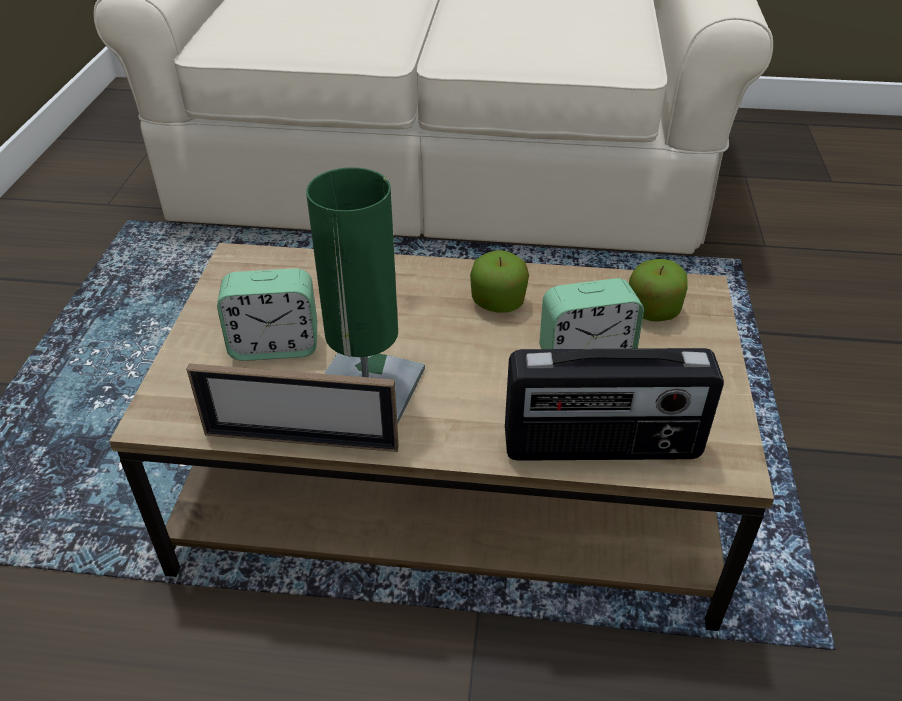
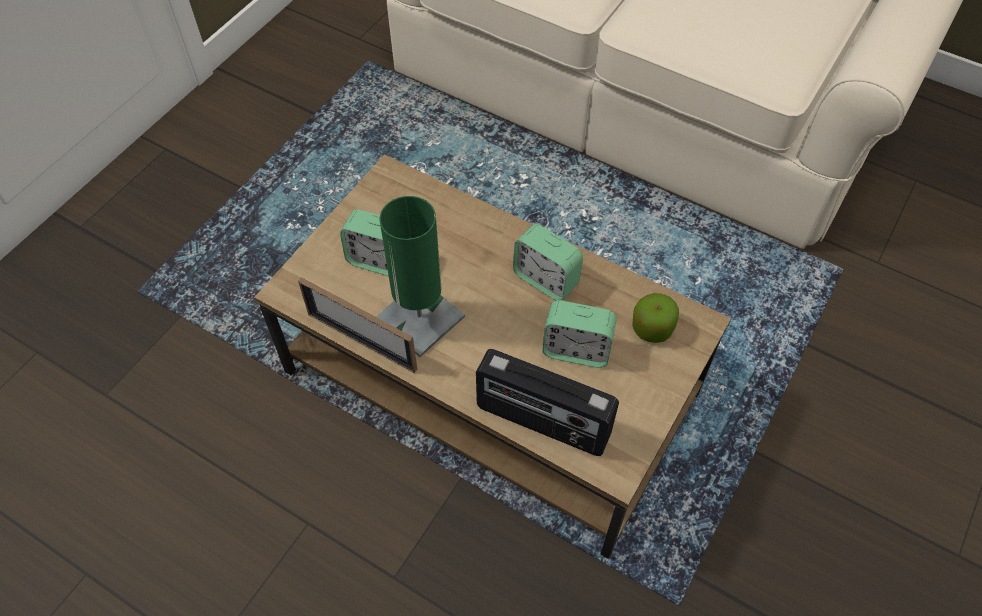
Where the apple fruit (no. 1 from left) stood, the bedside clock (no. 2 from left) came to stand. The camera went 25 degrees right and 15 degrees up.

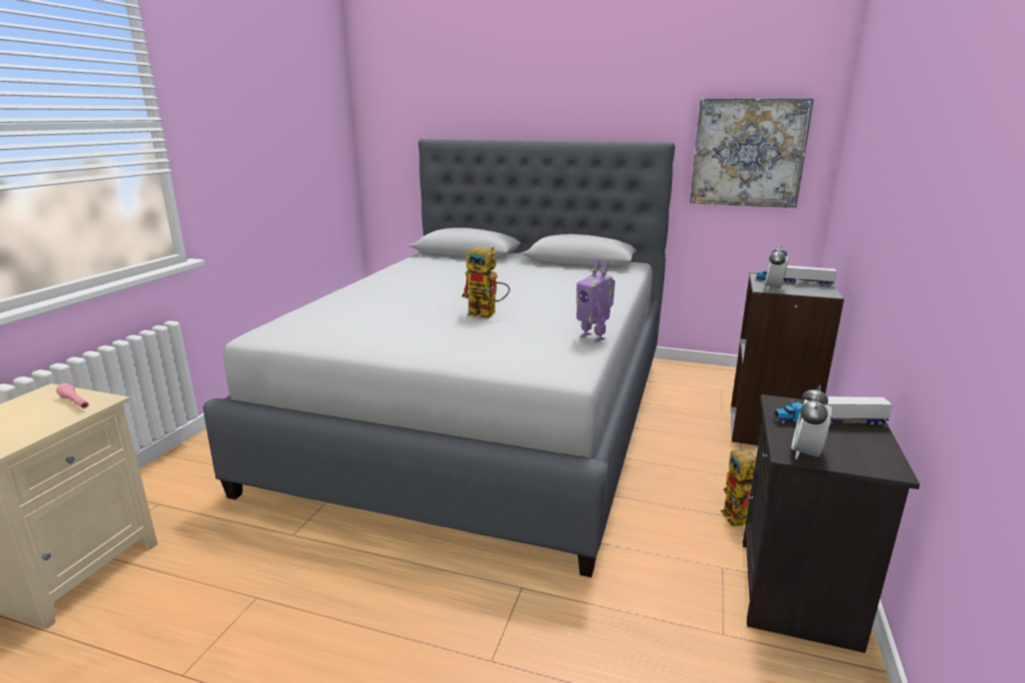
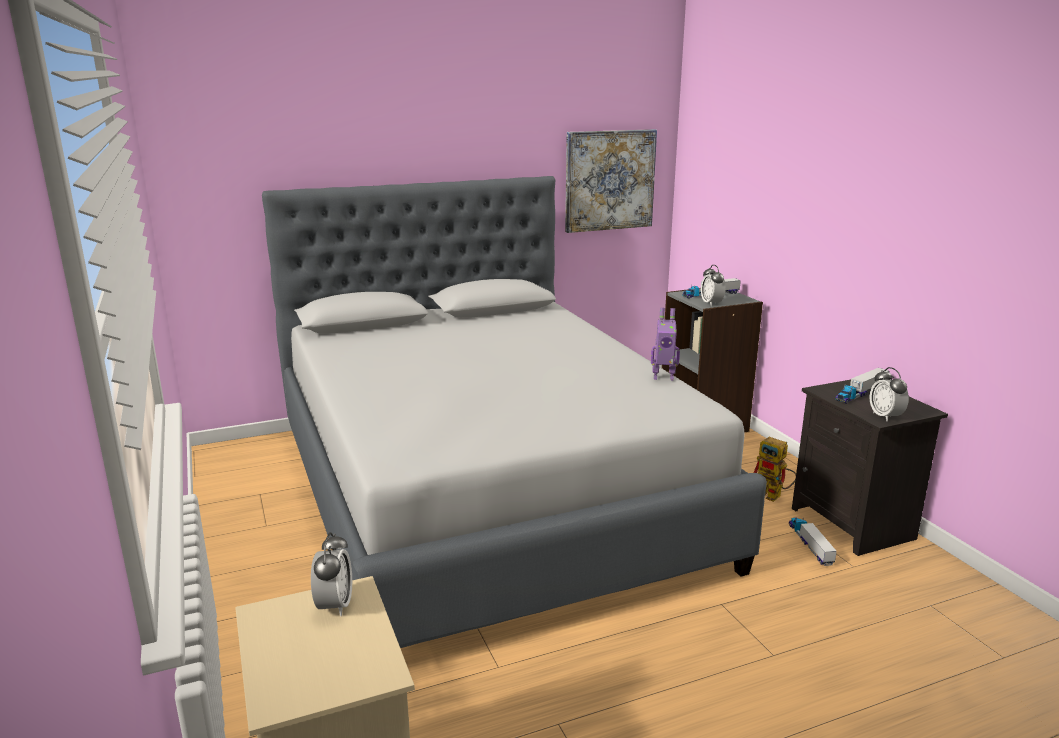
The second view lost the robot figure (no. 1 from left). Where the pink hand torch stood, the bedside clock (no. 1 from left) came to stand. The second view gained the toy lorry (no. 2 from left). The camera went 40 degrees left and 0 degrees up.

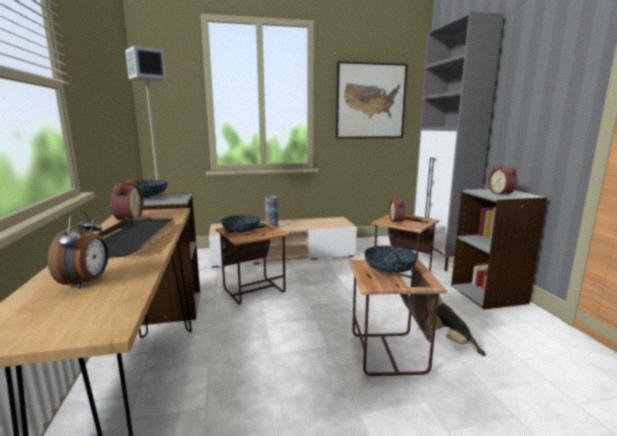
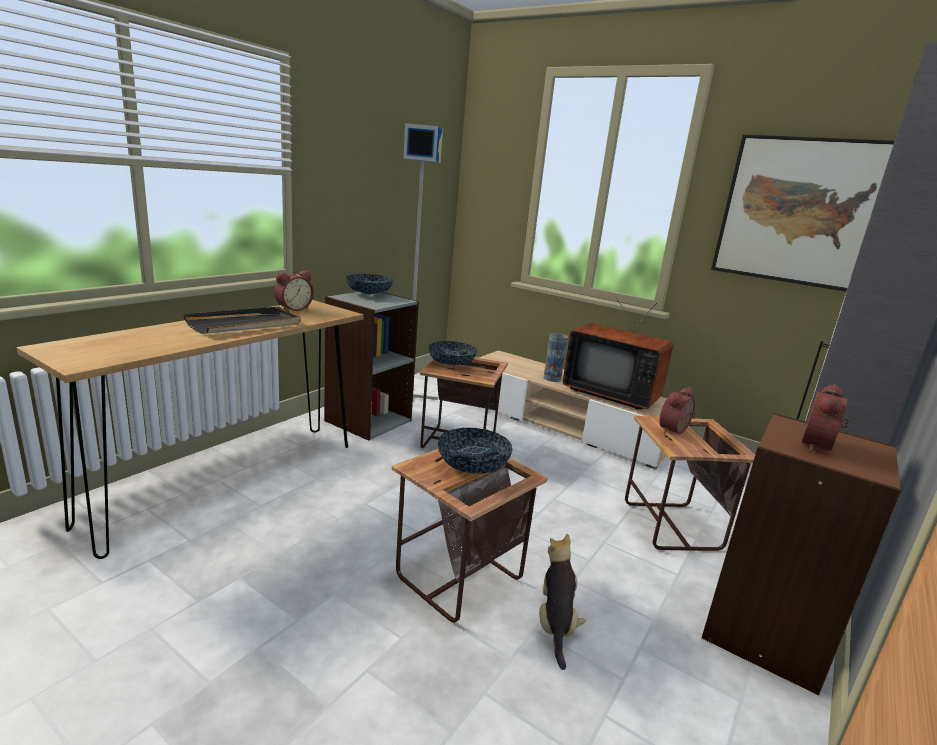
What was the greyish bookcase (no. 2 from left) turned into the brown bookcase. The second view lost the bedside clock (no. 1 from left). The second view gained the TV set. The camera went 45 degrees right and 5 degrees up.

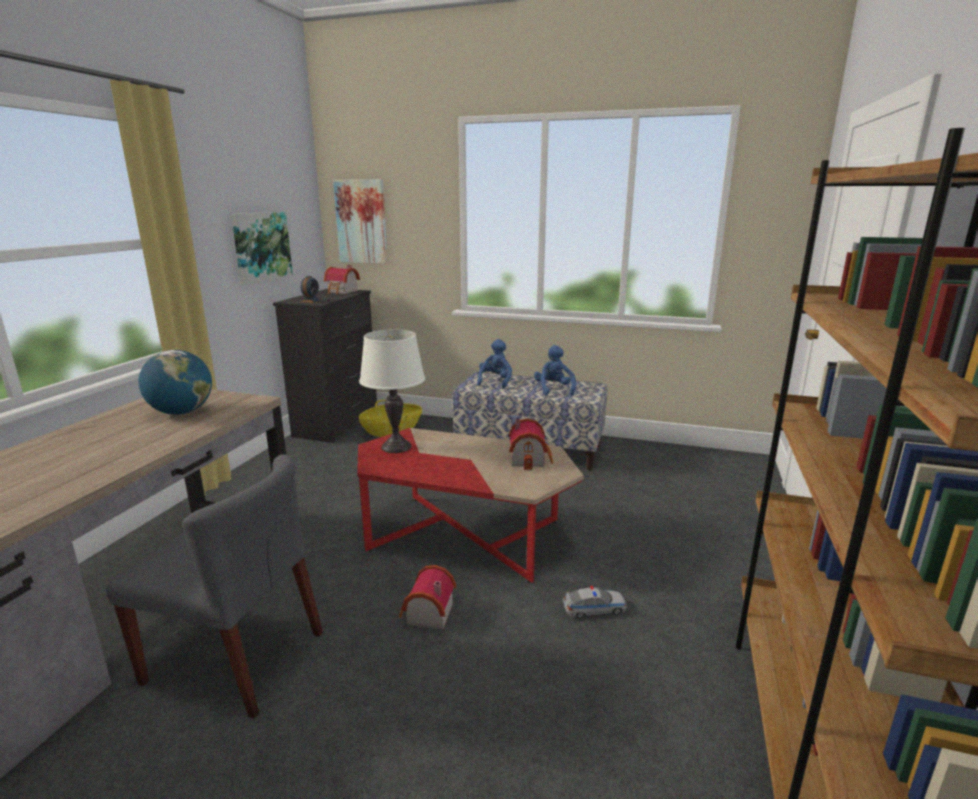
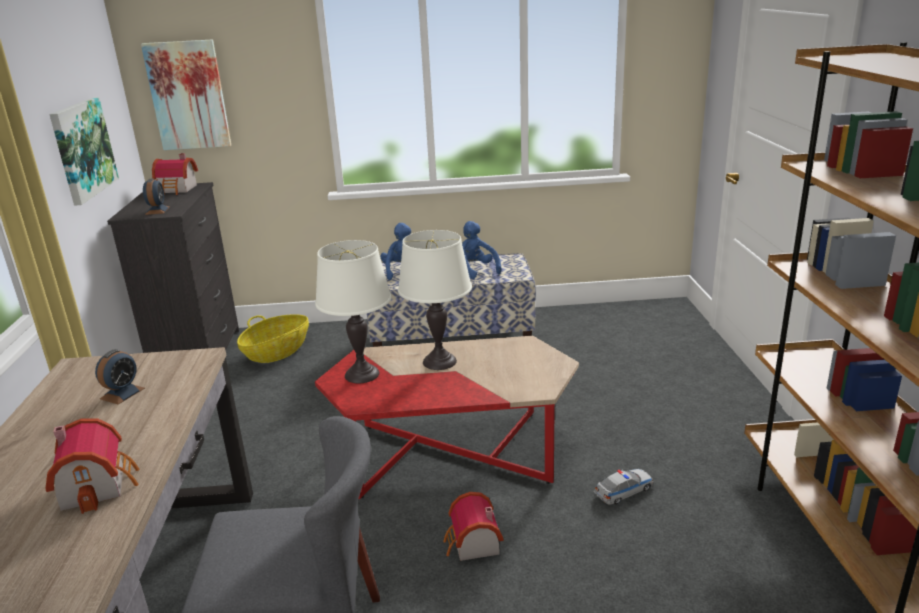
Where the globe stood, the bedside clock (no. 1 from left) came to stand. The model house (no. 3 from left in the first image) ended up elsewhere. The second view gained the white-coloured table lamp (no. 2 from left). The camera went 20 degrees left and 5 degrees up.

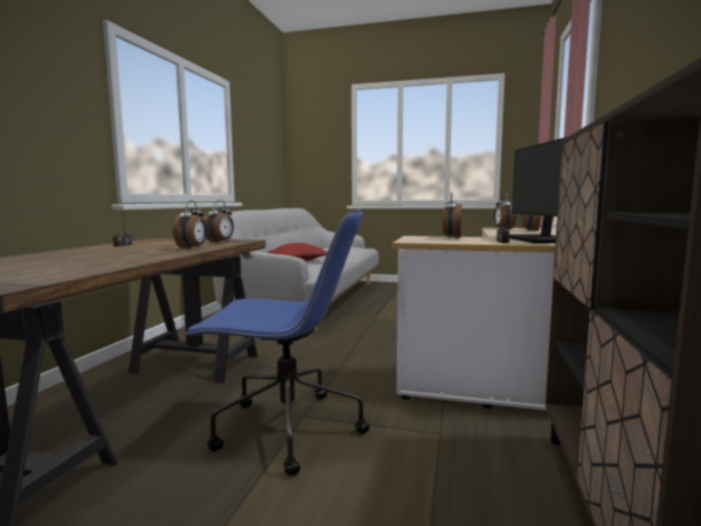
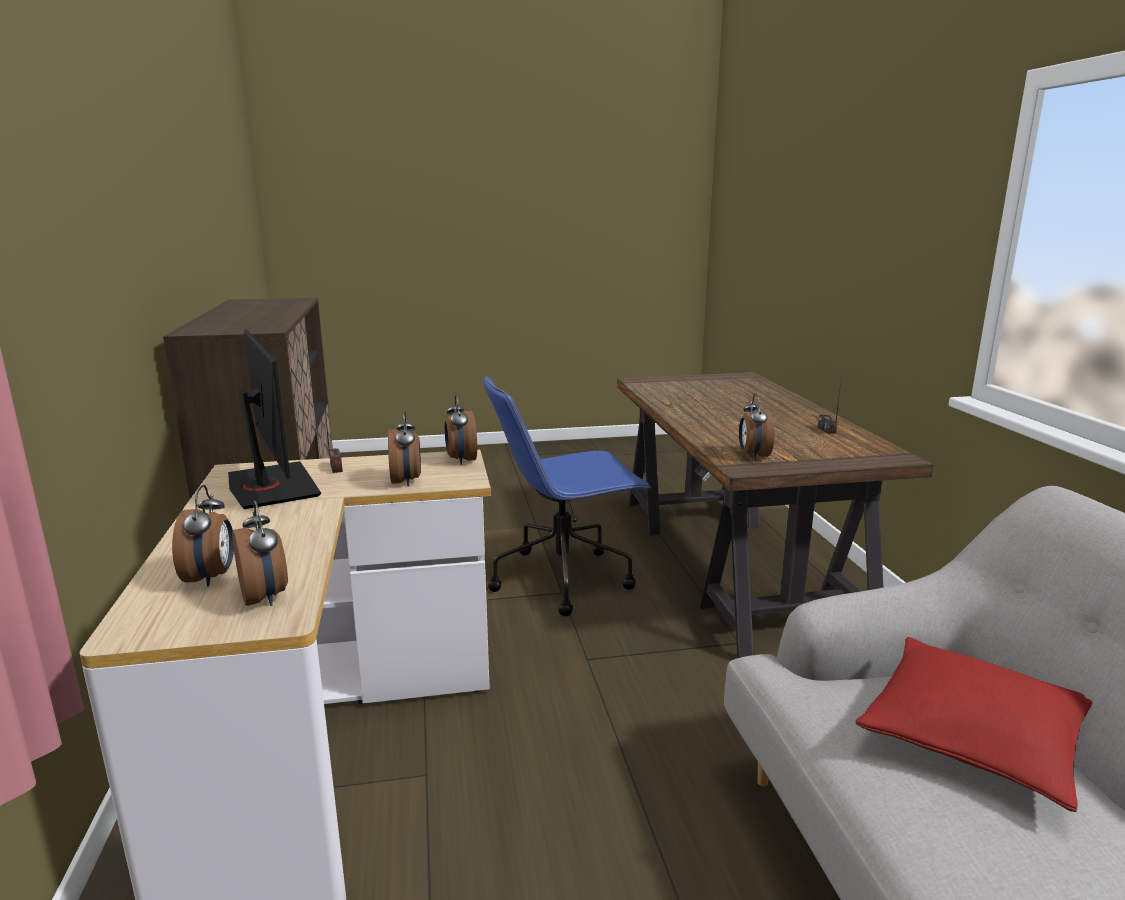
The bedside clock (no. 1 from left in the first image) ended up elsewhere. The camera went 155 degrees right and 10 degrees up.

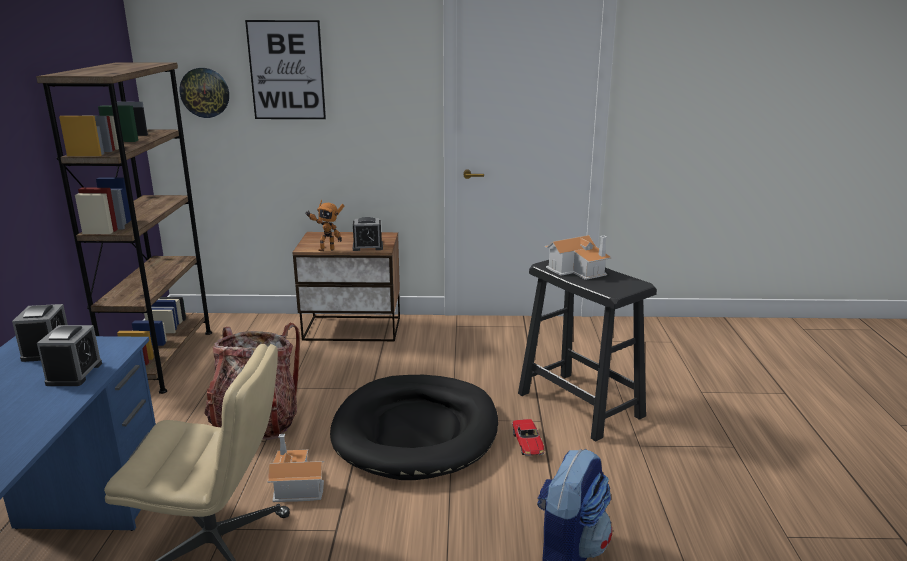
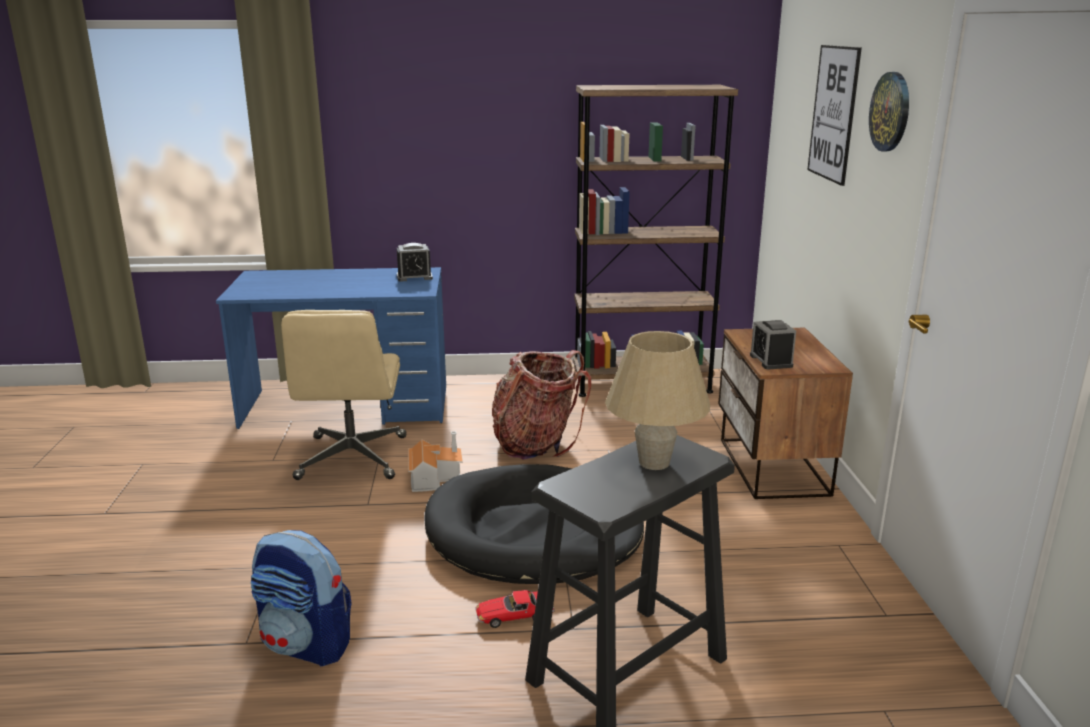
The hanging clock ended up elsewhere. The second view lost the robot figure. Where the model house (no. 2 from left) stood, the beige table lamp came to stand. The second view lost the bedside clock (no. 2 from left). The camera went 85 degrees right and 0 degrees up.

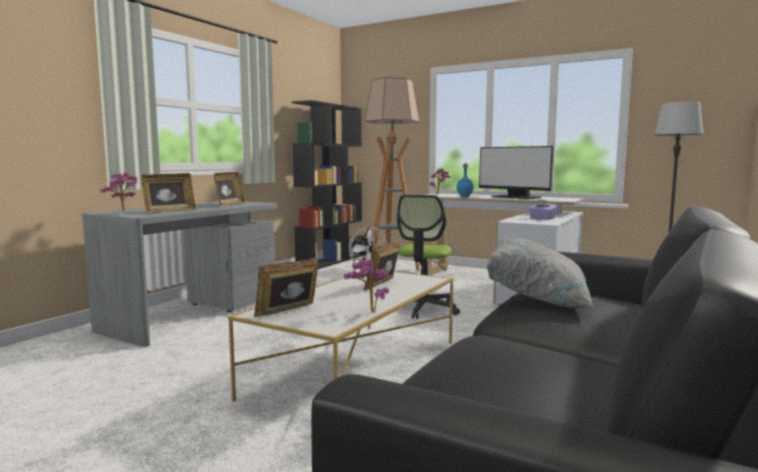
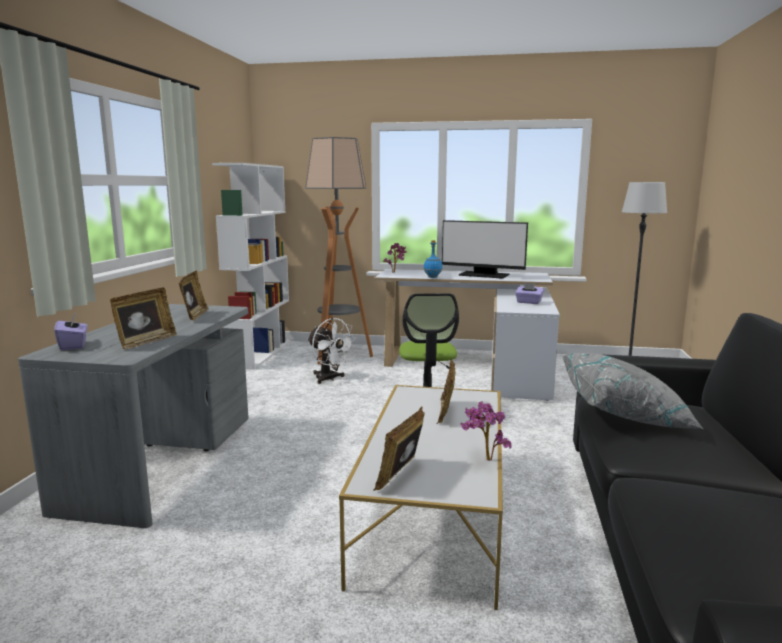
What was the blackish bookcase turned into the white-coloured bookcase. Where the plant in a pot (no. 1 from left) stood, the purplish tissue box (no. 1 from left) came to stand. The camera went 20 degrees left and 5 degrees up.

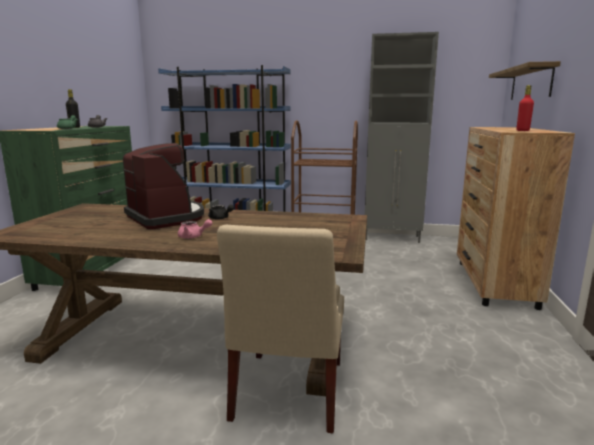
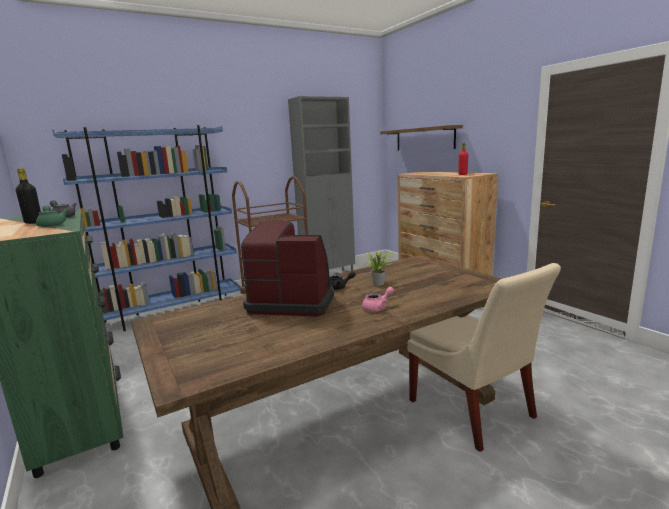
The second view gained the plant in a pot. The camera went 40 degrees left and 0 degrees up.

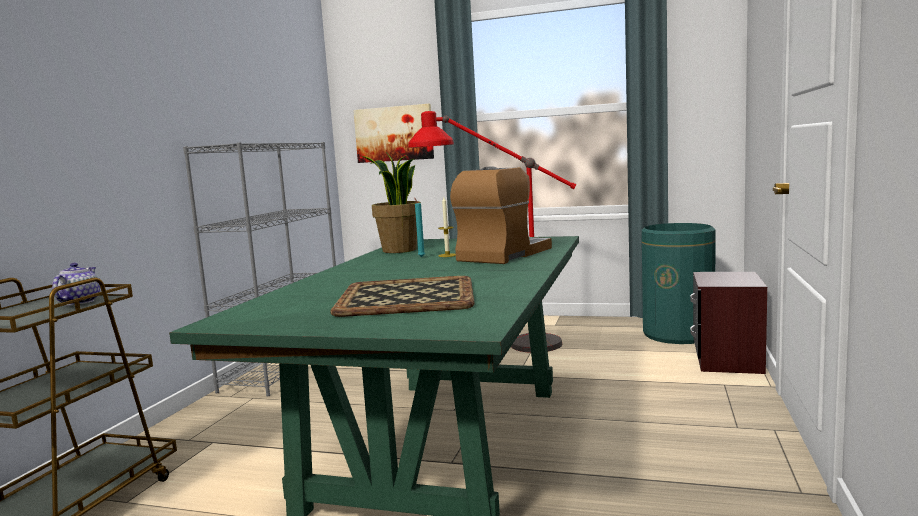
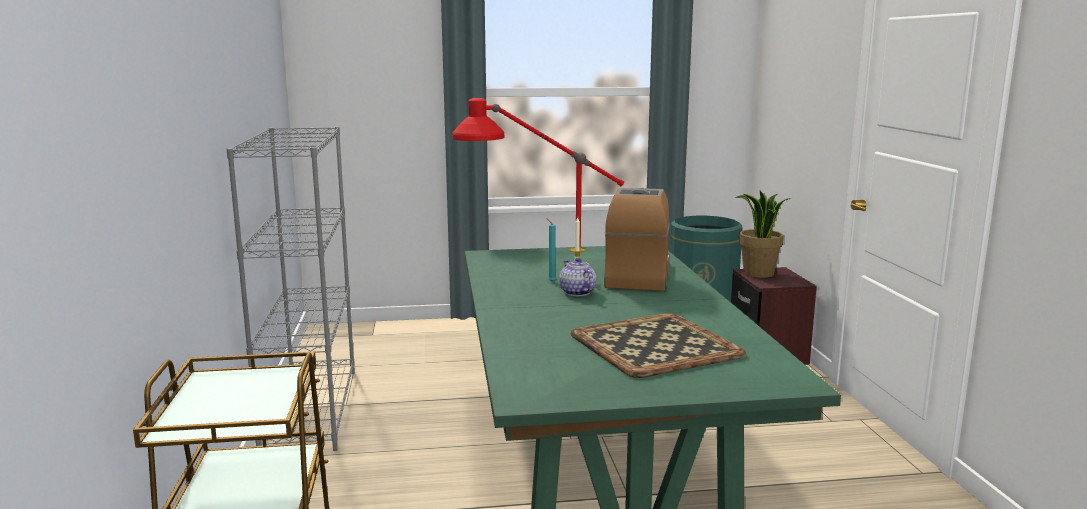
The second view lost the wall art. The plant in a pot ended up elsewhere. The tea pot ended up elsewhere. The camera went 25 degrees left and 5 degrees up.

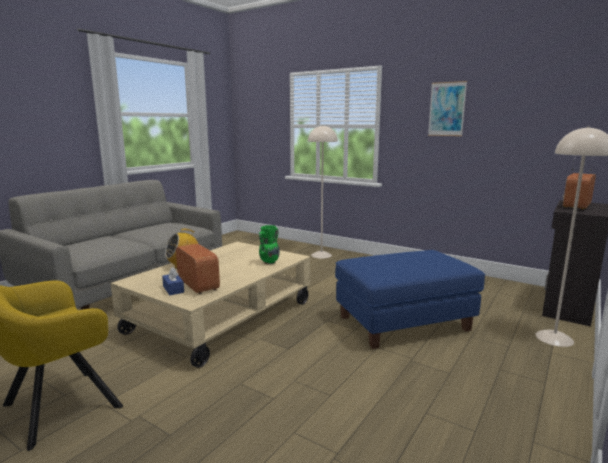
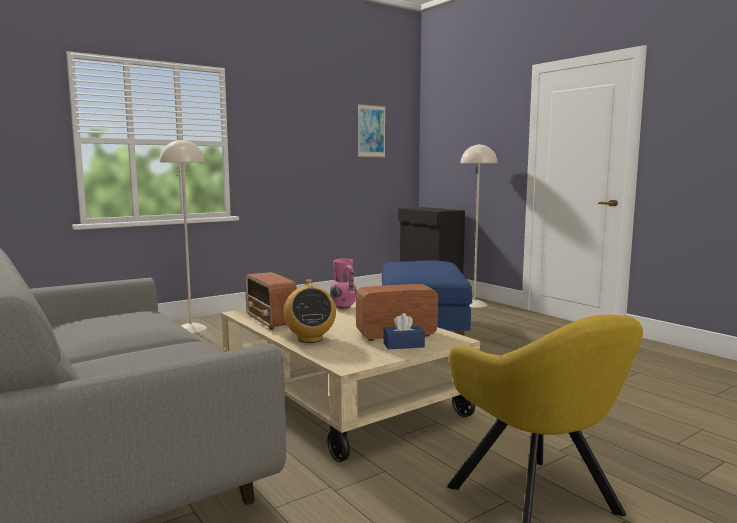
The wall art ended up elsewhere. The radio receiver (no. 3 from left in the first image) ended up elsewhere. What was the greenish flower vase turned into the pink flower vase. The camera went 70 degrees left and 5 degrees down.

